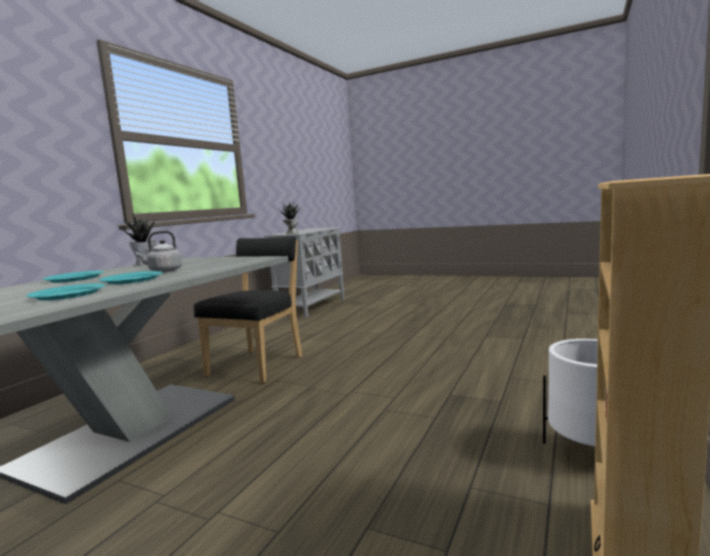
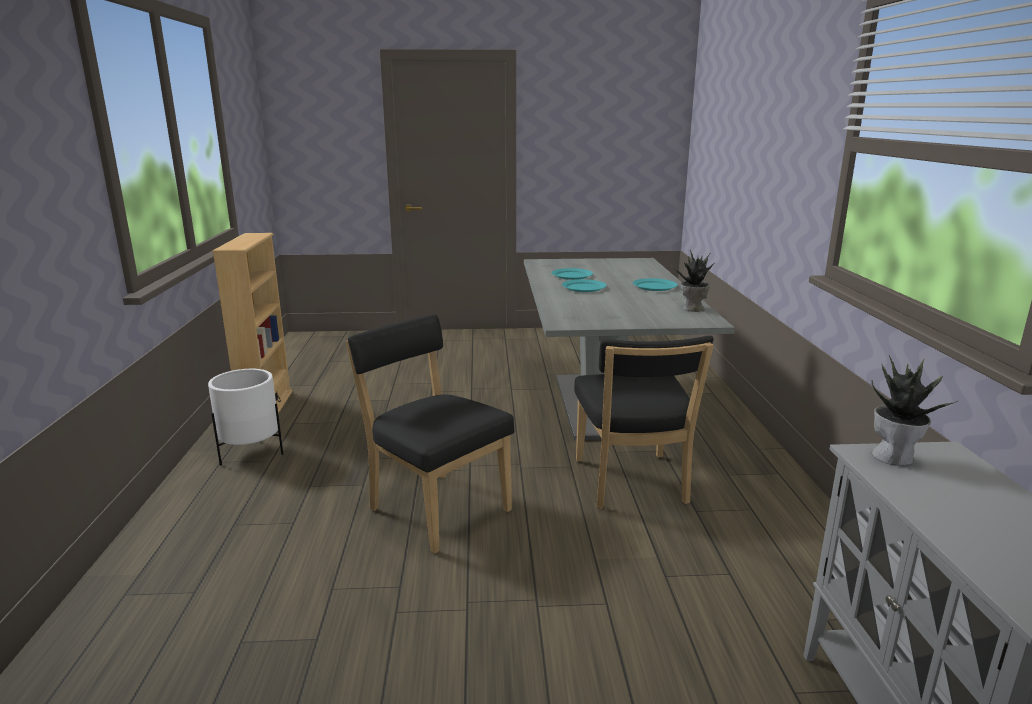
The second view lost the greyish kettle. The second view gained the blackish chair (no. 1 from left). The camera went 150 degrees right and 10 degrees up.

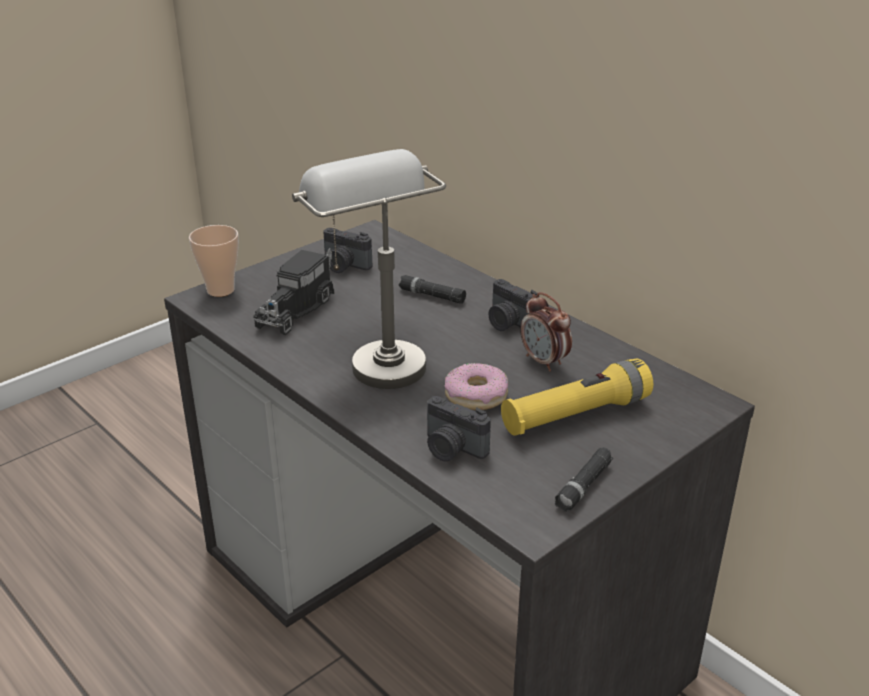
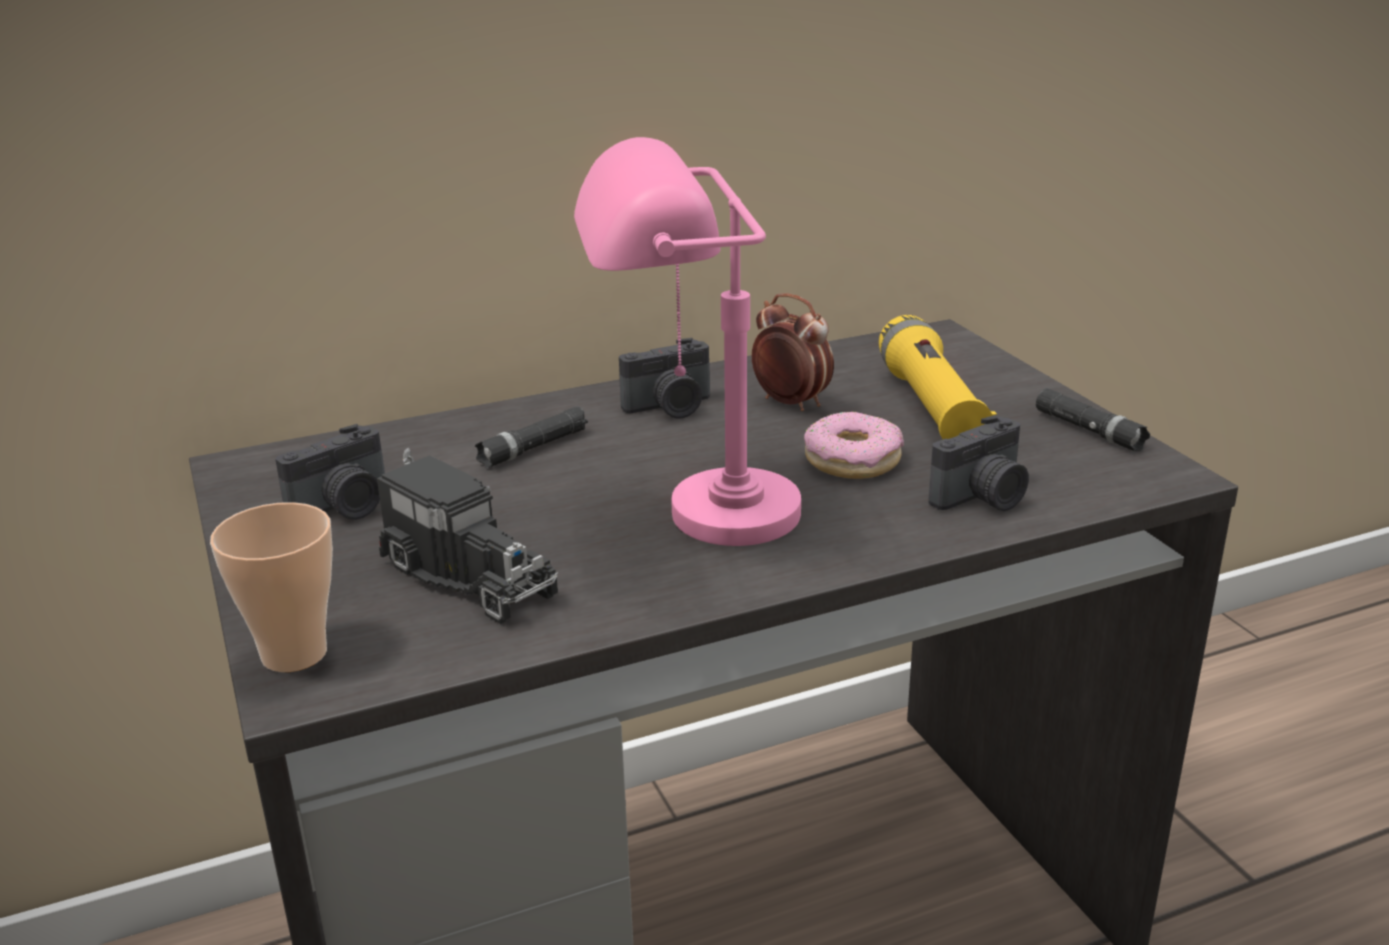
What was the greyish table lamp turned into the pink table lamp. The bedside clock ended up facing another way, 120 degrees counterclockwise from before. The camera went 70 degrees left and 5 degrees down.

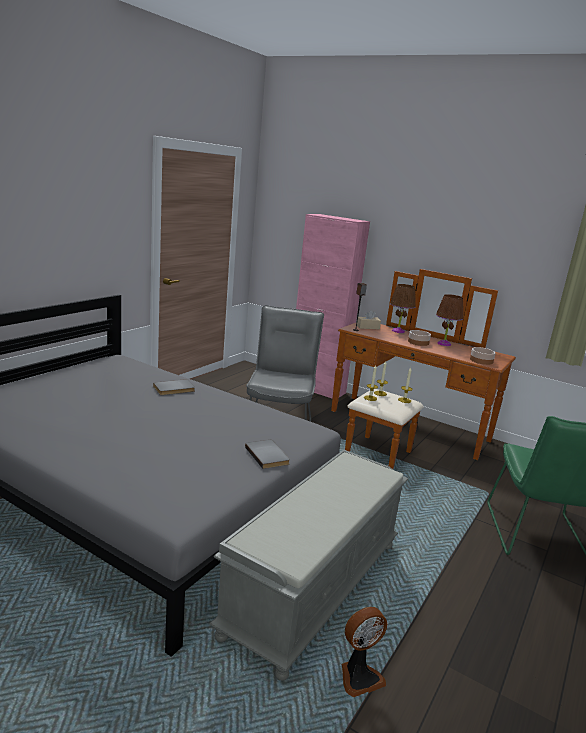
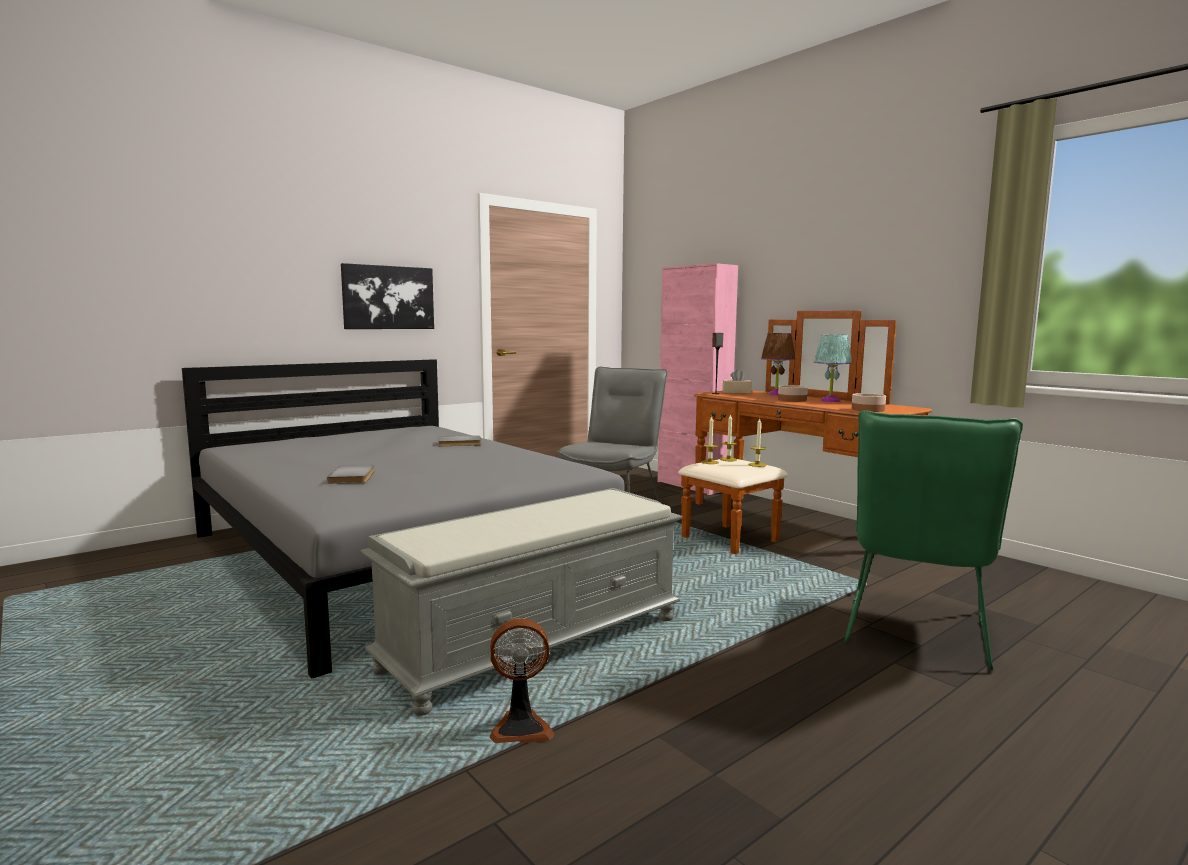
What was the brown table lamp (no. 2 from left) turned into the turquoise table lamp. The greyish bound book (no. 2 from left in the first image) ended up elsewhere. The second view gained the wall art. The camera went 20 degrees right and 10 degrees down.

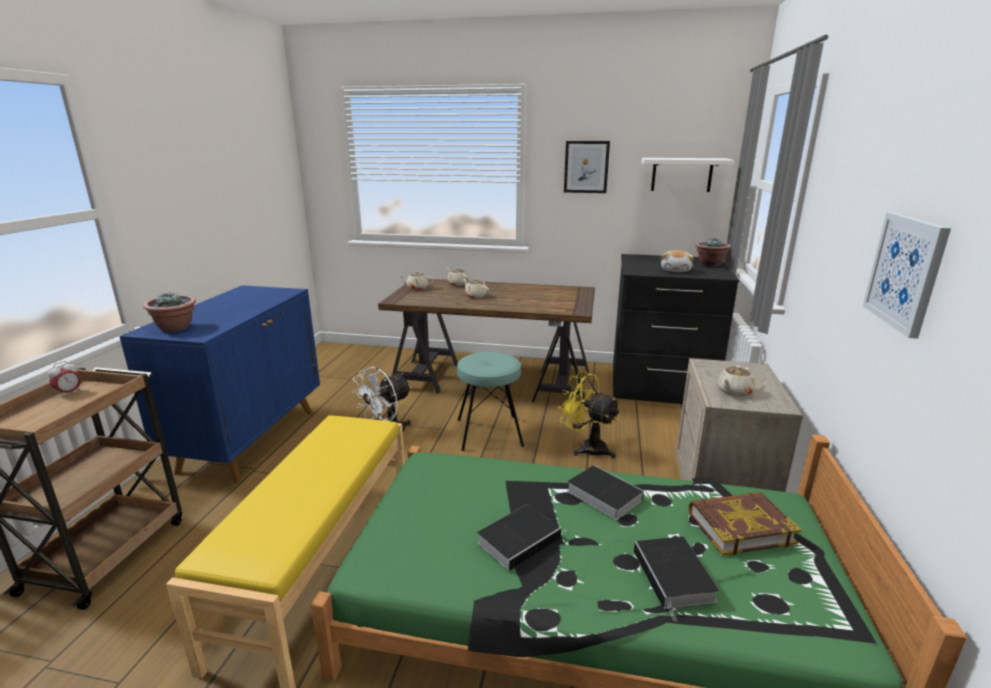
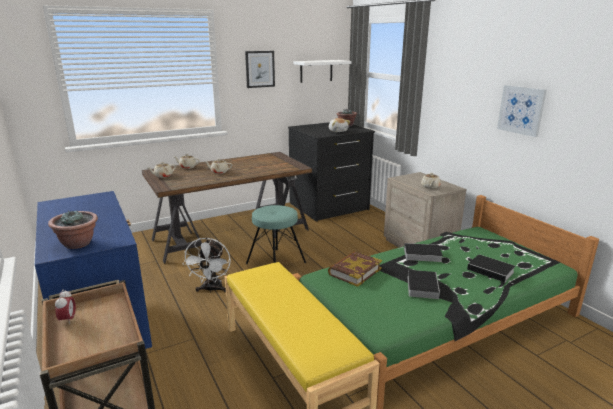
The second view lost the yellow cooling fan. The bound book (no. 4 from left in the first image) ended up elsewhere. The camera went 40 degrees left and 0 degrees up.

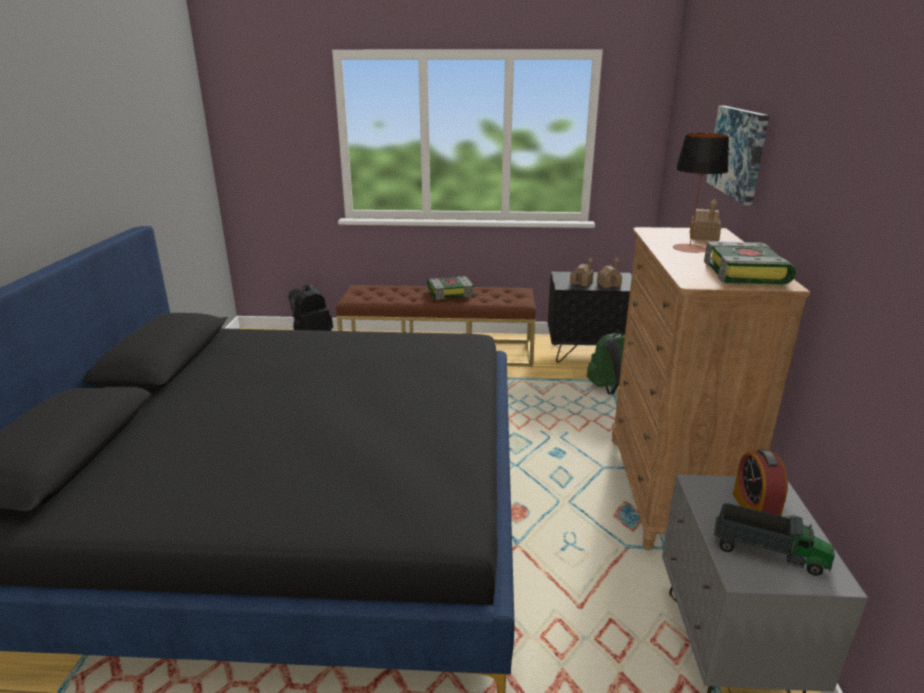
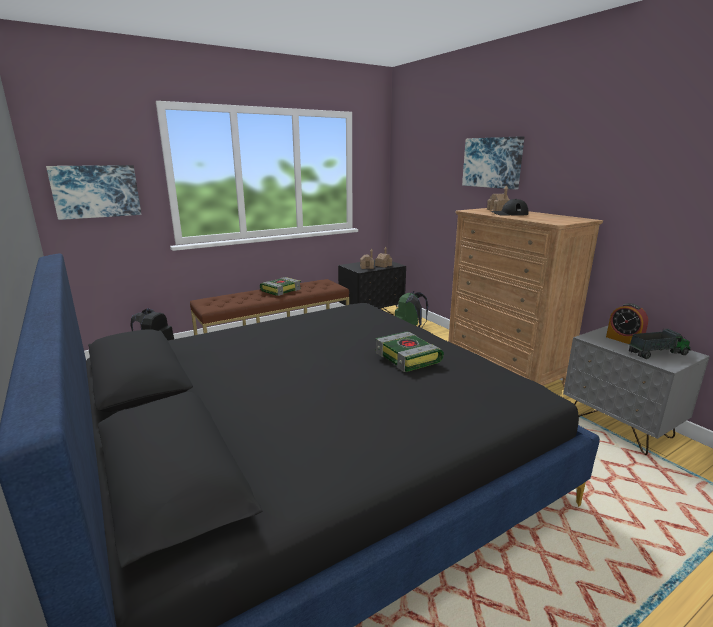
Where the table lamp stood, the blackish cap came to stand. The bound book (no. 2 from left) ended up elsewhere. The second view gained the wall art (no. 1 from left). The camera went 35 degrees left and 5 degrees down.

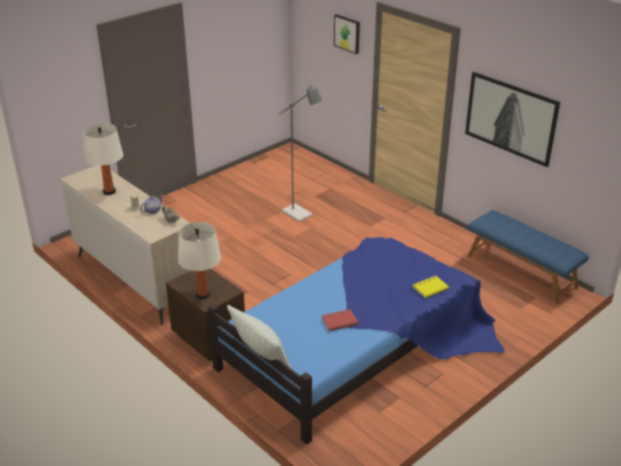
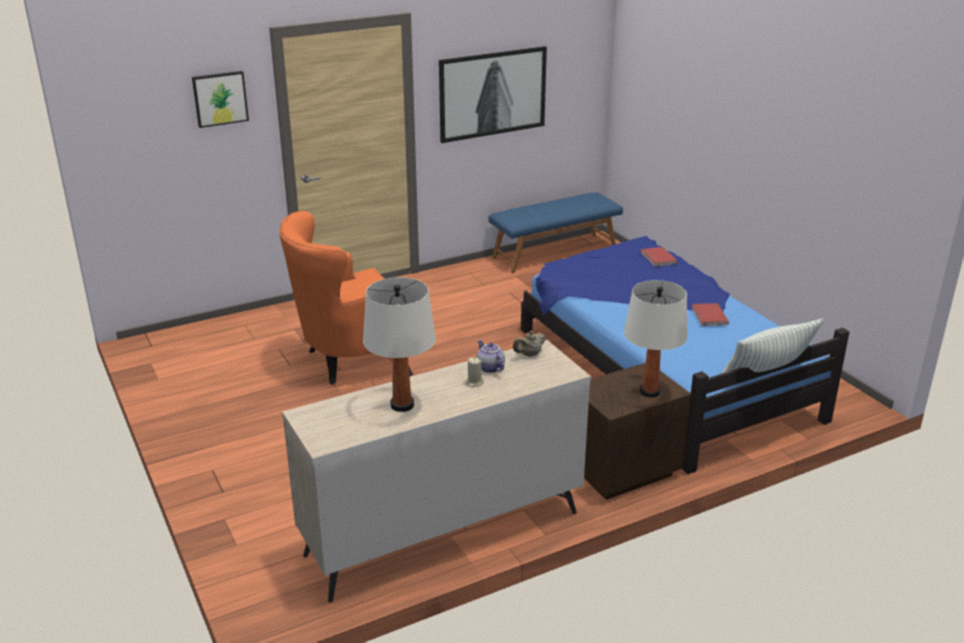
Where the greyish floor lamp stood, the orange-coloured armchair came to stand. What was the yellow bound book turned into the reddish bound book (no. 1 from left). The camera went 75 degrees left and 5 degrees down.

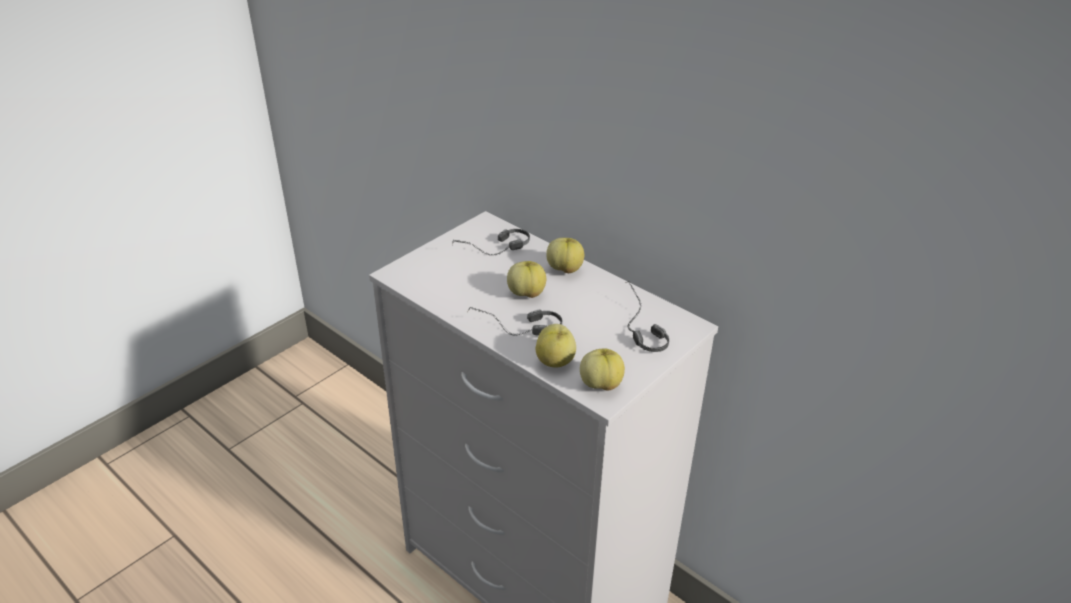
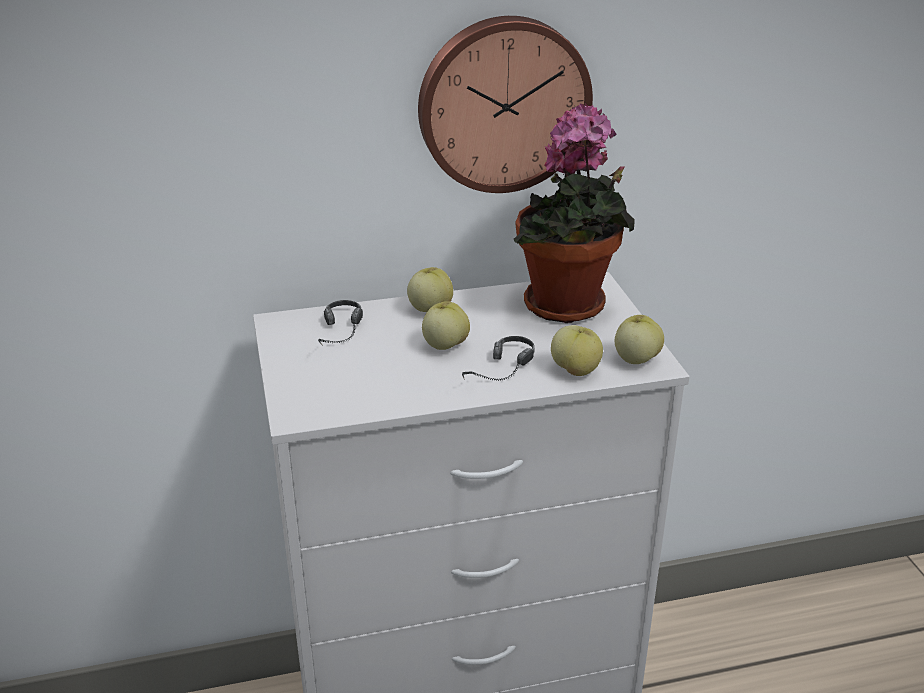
Where the headphones (no. 3 from left) stood, the plant in a pot came to stand. The second view gained the hanging clock. The camera went 55 degrees left and 5 degrees down.

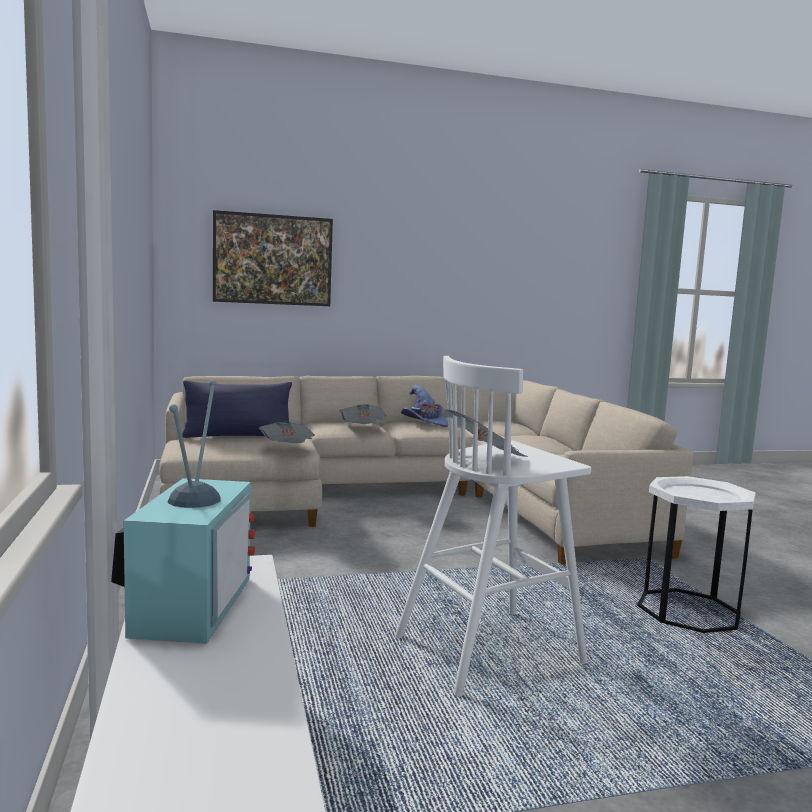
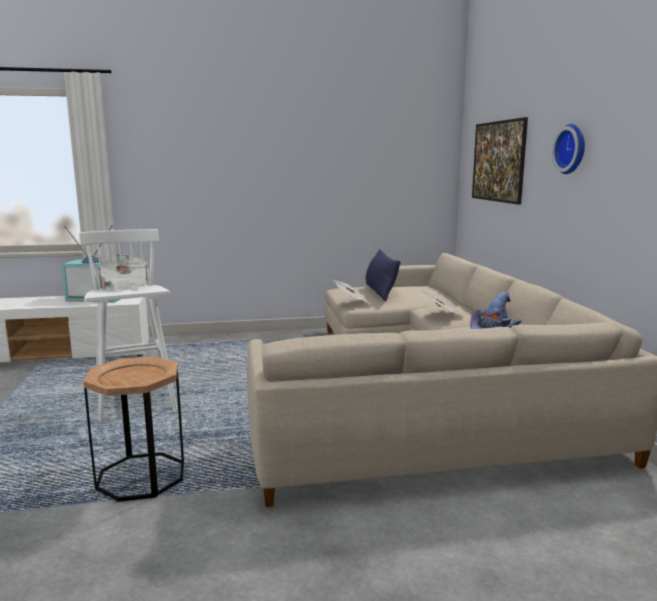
What was the white-coloured accent table turned into the brown accent table. The second view gained the hanging clock. The camera went 95 degrees right and 5 degrees up.

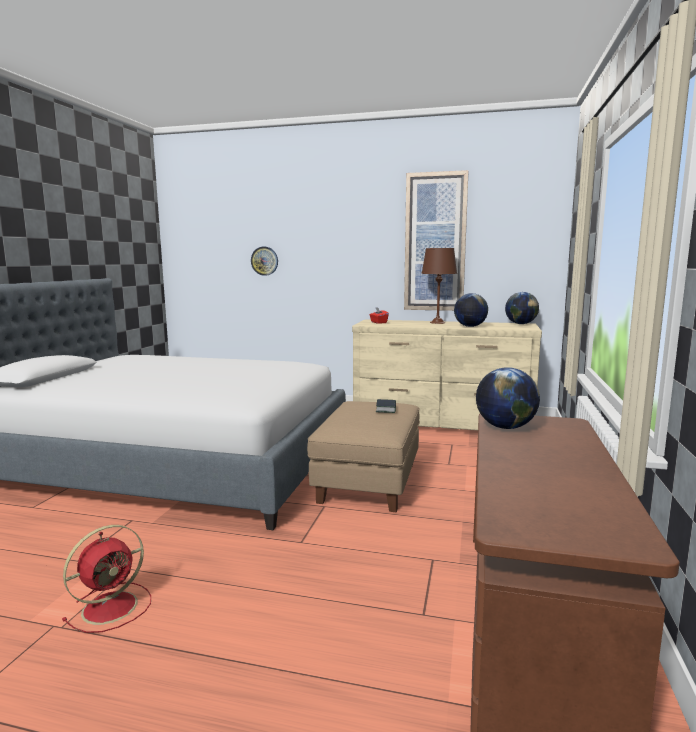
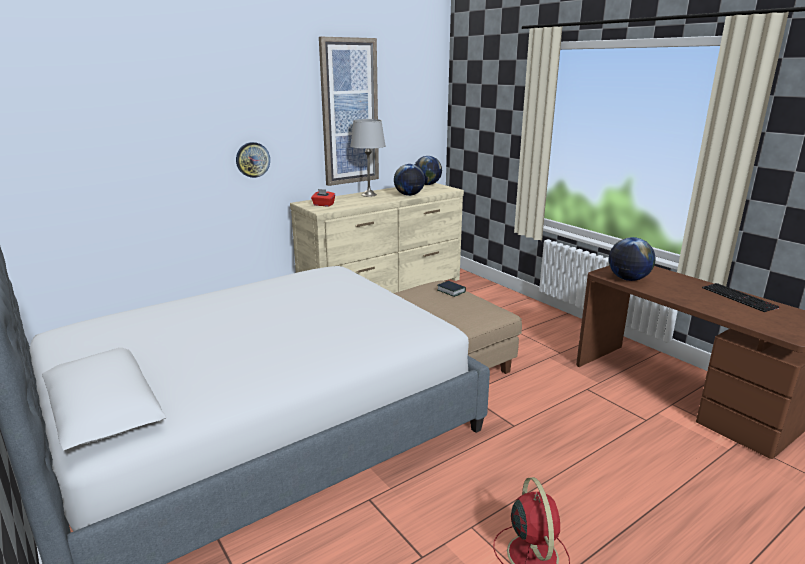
The hanging clock ended up elsewhere. What was the brown table lamp turned into the greyish table lamp. The second view gained the computer keyboard. The camera went 50 degrees left and 10 degrees up.

